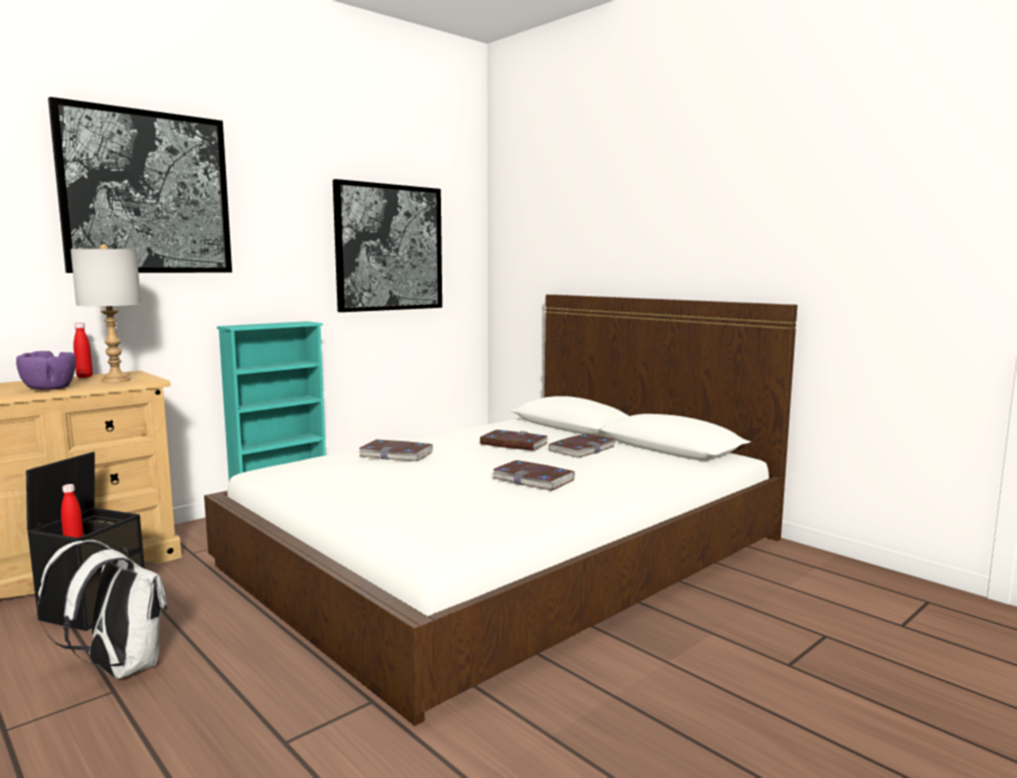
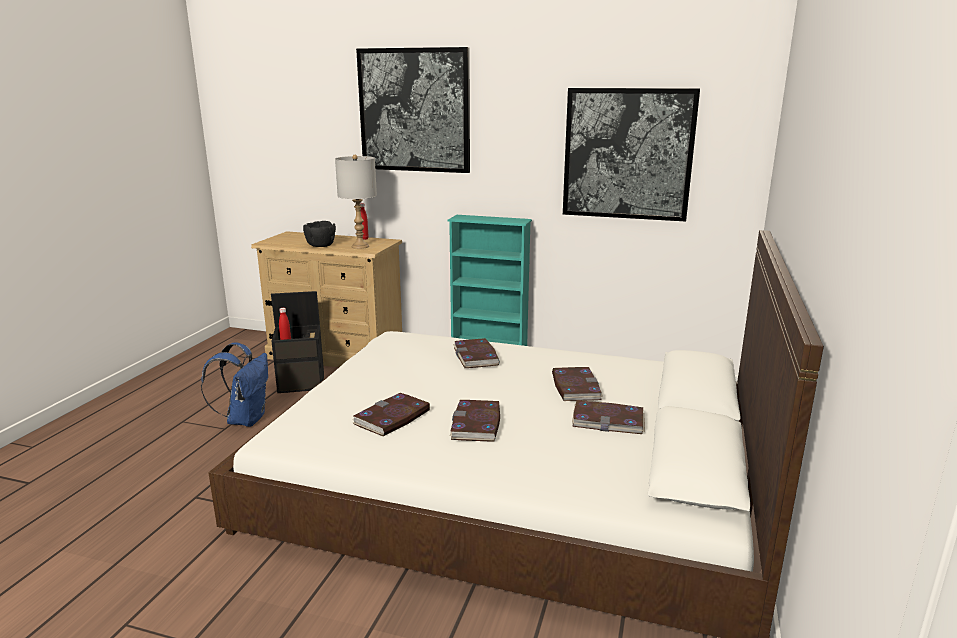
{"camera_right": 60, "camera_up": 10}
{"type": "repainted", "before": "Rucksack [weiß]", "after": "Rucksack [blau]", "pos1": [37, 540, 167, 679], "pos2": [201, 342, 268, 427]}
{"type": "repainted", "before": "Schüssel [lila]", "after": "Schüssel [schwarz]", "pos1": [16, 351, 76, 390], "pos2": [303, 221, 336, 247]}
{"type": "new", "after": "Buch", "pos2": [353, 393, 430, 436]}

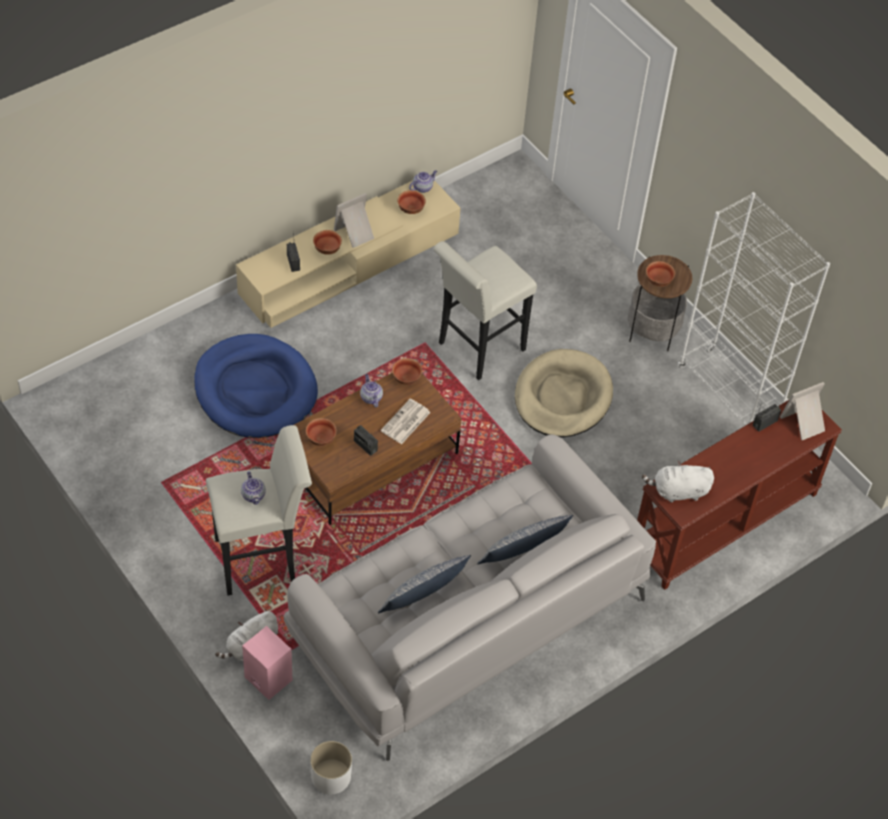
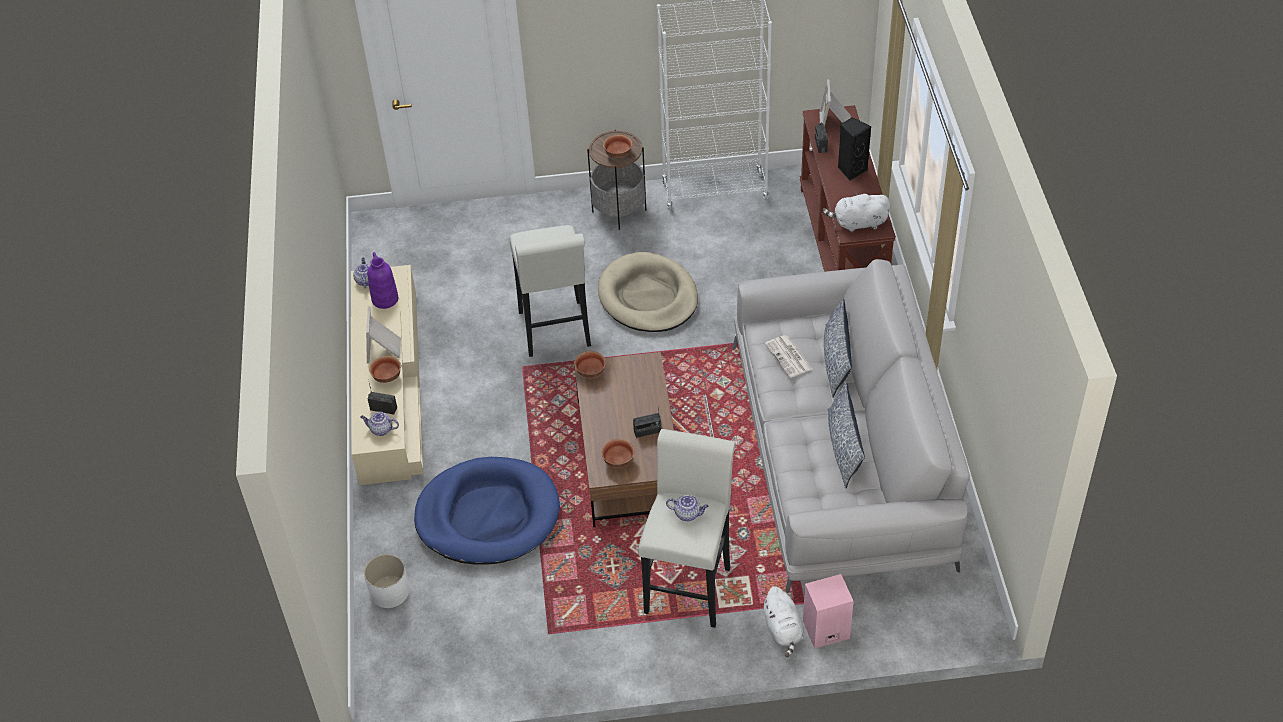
{"camera_right": -55, "camera_up": -5}
{"type": "shifted", "before": "Teekanne", "pos1": [360, 374, 383, 407], "pos2": [360, 412, 399, 436]}
{"type": "shifted", "before": "Pflanzkübel [weiß]", "pos1": [310, 741, 352, 795], "pos2": [364, 554, 409, 608]}
{"type": "swapped", "before": "Schüssel", "after": "Vase [lila]", "pos1": [397, 190, 426, 214], "pos2": [367, 252, 398, 309]}
{"type": "shifted", "before": "Zeitung", "pos1": [381, 399, 431, 444], "pos2": [765, 335, 812, 378]}
{"type": "rotated", "before": "Plüschtier [weiß]", "pos1": [642, 460, 714, 503], "pos2": [822, 191, 890, 233], "turn": 60}
{"type": "new", "after": "Lautsprecher [schwarz]", "pos2": [838, 117, 871, 181]}

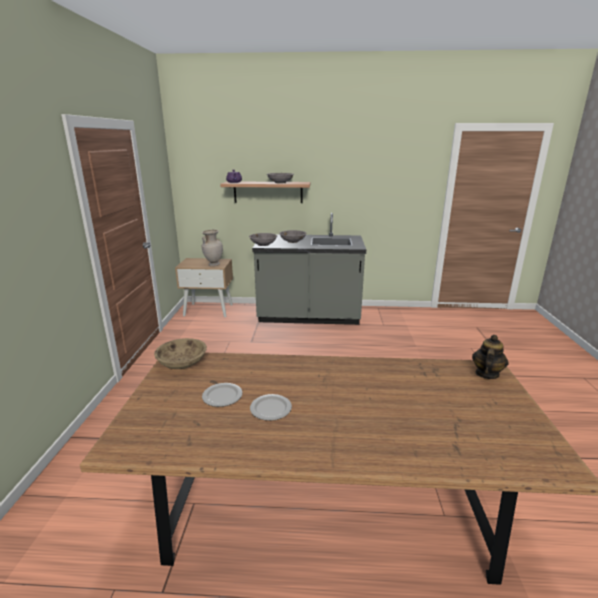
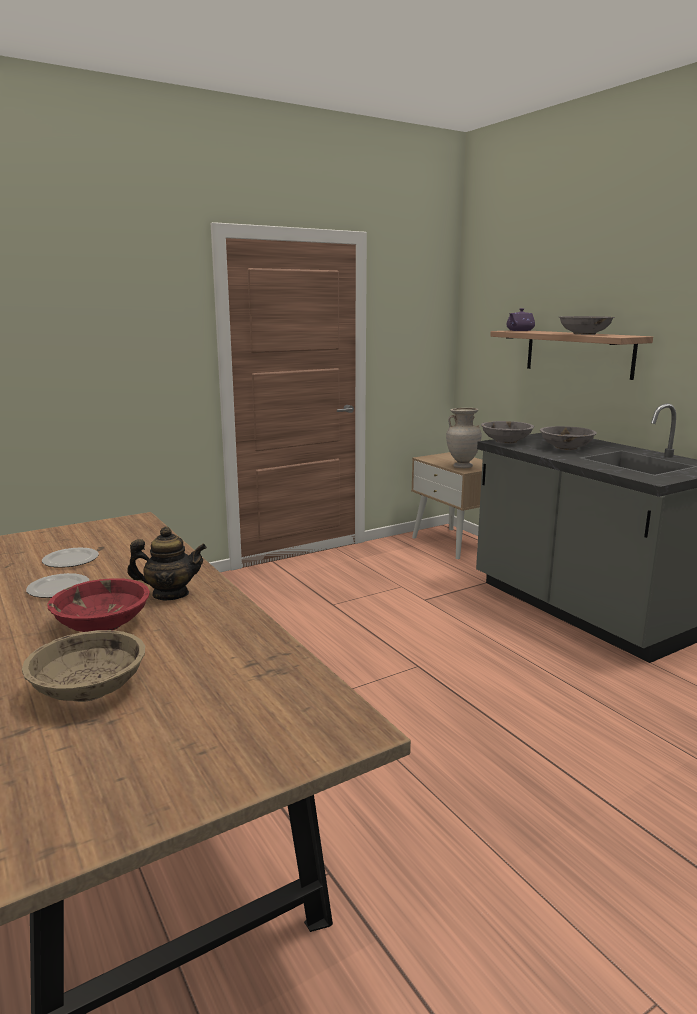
{"camera_right": 55, "camera_up": -5}
{"type": "shifted", "before": "Schüssel [beige]", "pos1": [154, 338, 207, 369], "pos2": [22, 630, 145, 702]}
{"type": "new", "after": "Schüssel [rot]", "pos2": [47, 578, 150, 632]}
{"type": "shifted", "before": "Teekanne", "pos1": [472, 335, 509, 379], "pos2": [127, 526, 207, 600]}

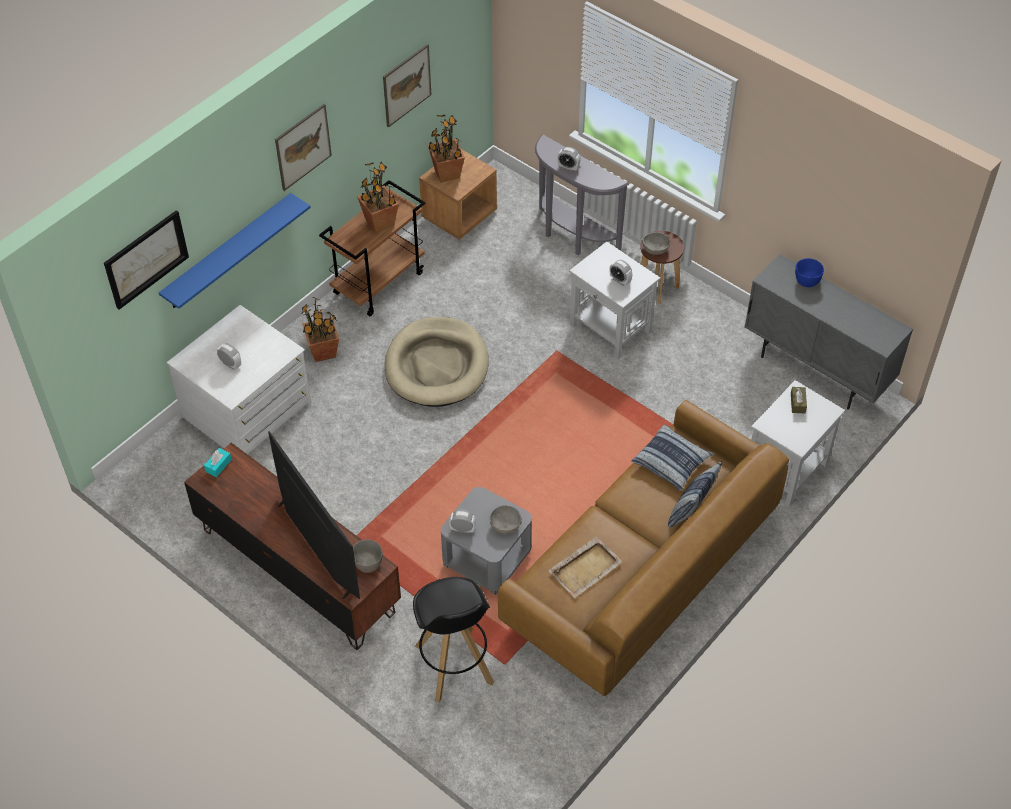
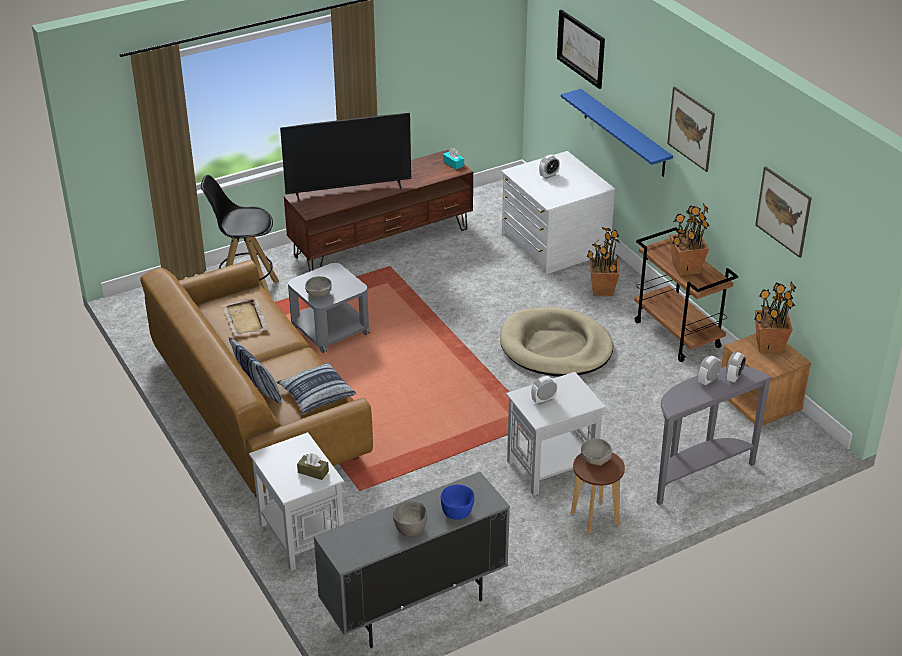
{"camera_right": 110, "camera_up": -15}
{"type": "shifted", "before": "Schüssel [grau]", "pos1": [353, 540, 383, 573], "pos2": [393, 501, 427, 537]}
{"type": "shifted", "before": "Wecker", "pos1": [449, 509, 476, 534], "pos2": [726, 352, 746, 383]}

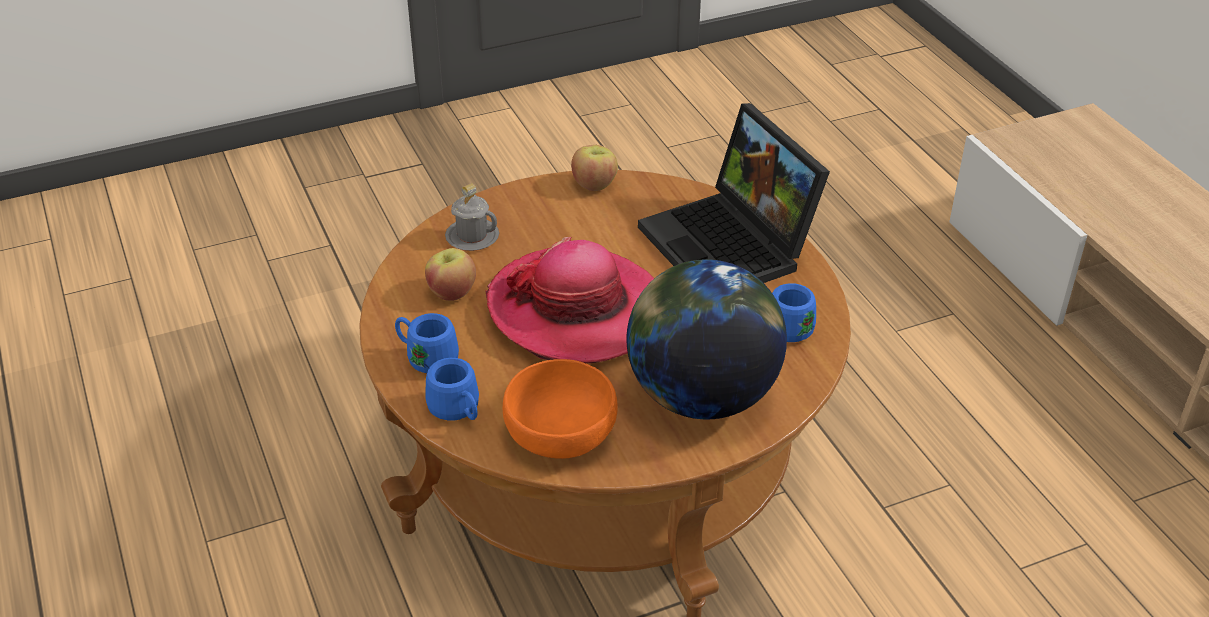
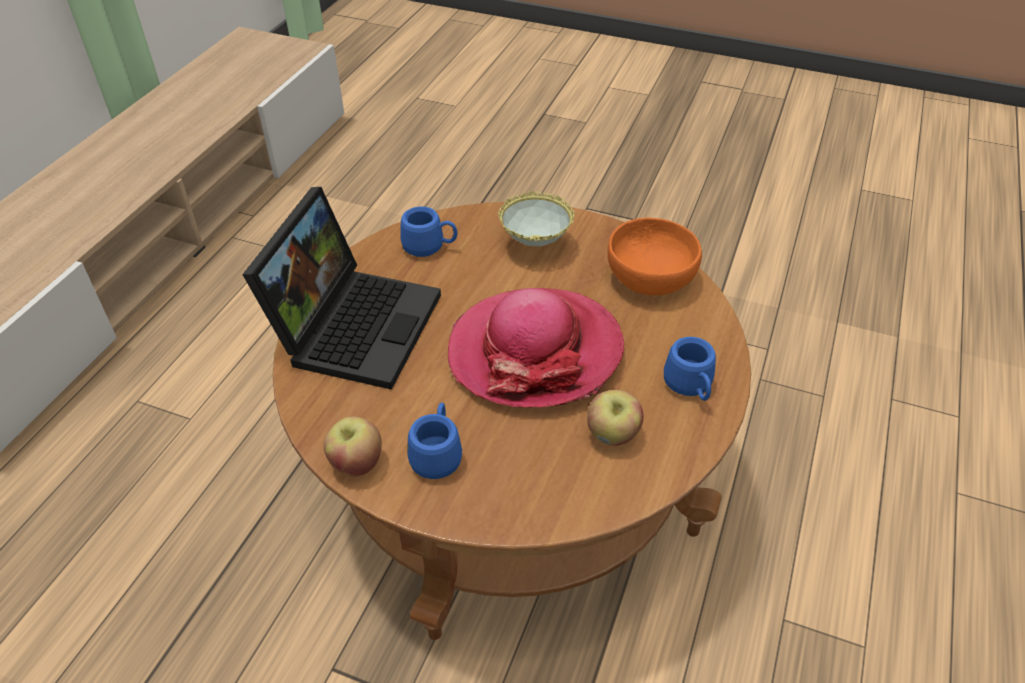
{"camera_right": -135, "camera_up": 5}
{"type": "shifted", "before": "Henkelbecher [blau]", "pos1": [425, 358, 479, 421], "pos2": [408, 403, 462, 479]}
{"type": "swapped", "before": "Globus", "after": "Schüssel", "pos1": [626, 259, 787, 419], "pos2": [498, 191, 574, 246]}
{"type": "gone", "before": "Henkelbecher [grau]", "pos1": [445, 183, 499, 251]}

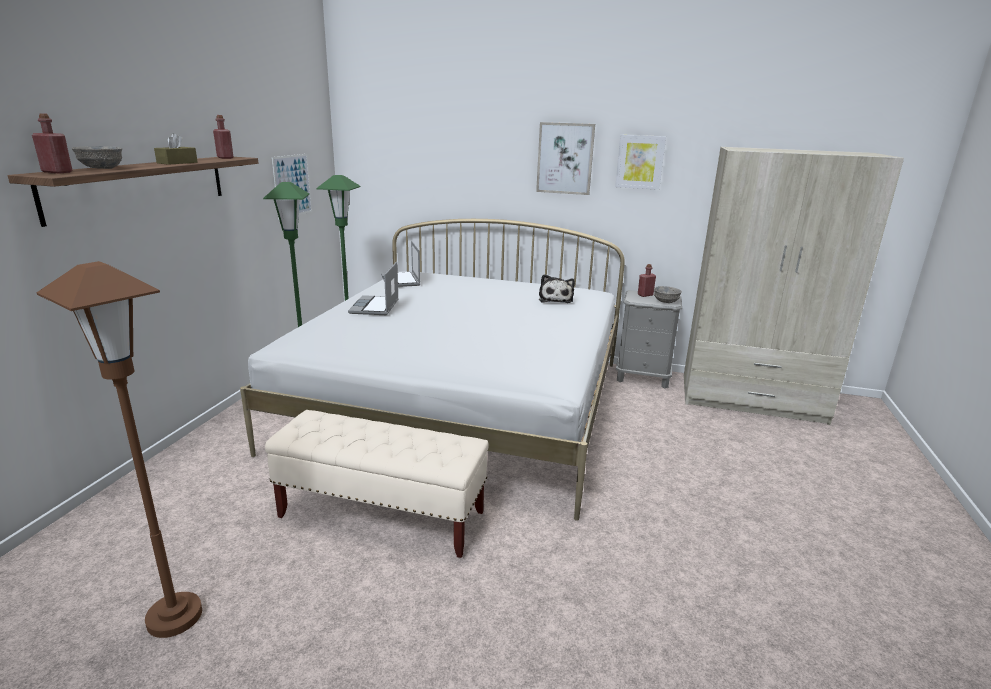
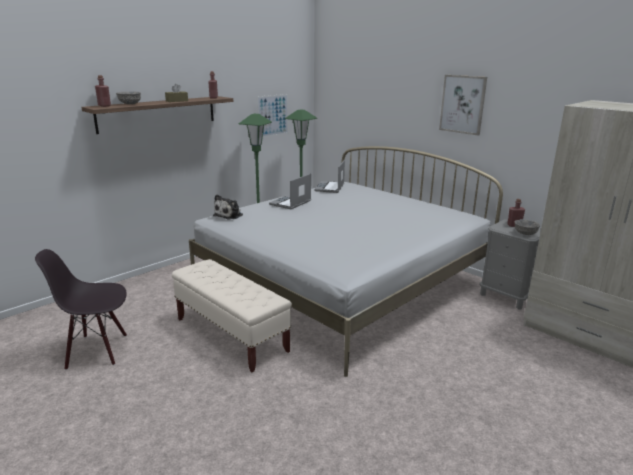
{"camera_right": 30, "camera_up": 0}
{"type": "swapped", "before": "Stehlampe [braun]", "after": "Stuhl [schwarz]", "pos1": [36, 261, 202, 638], "pos2": [35, 249, 127, 370]}
{"type": "shifted", "before": "Plüschtier", "pos1": [539, 274, 575, 303], "pos2": [213, 194, 243, 220]}
{"type": "gone", "before": "Bild", "pos1": [615, 135, 666, 190]}

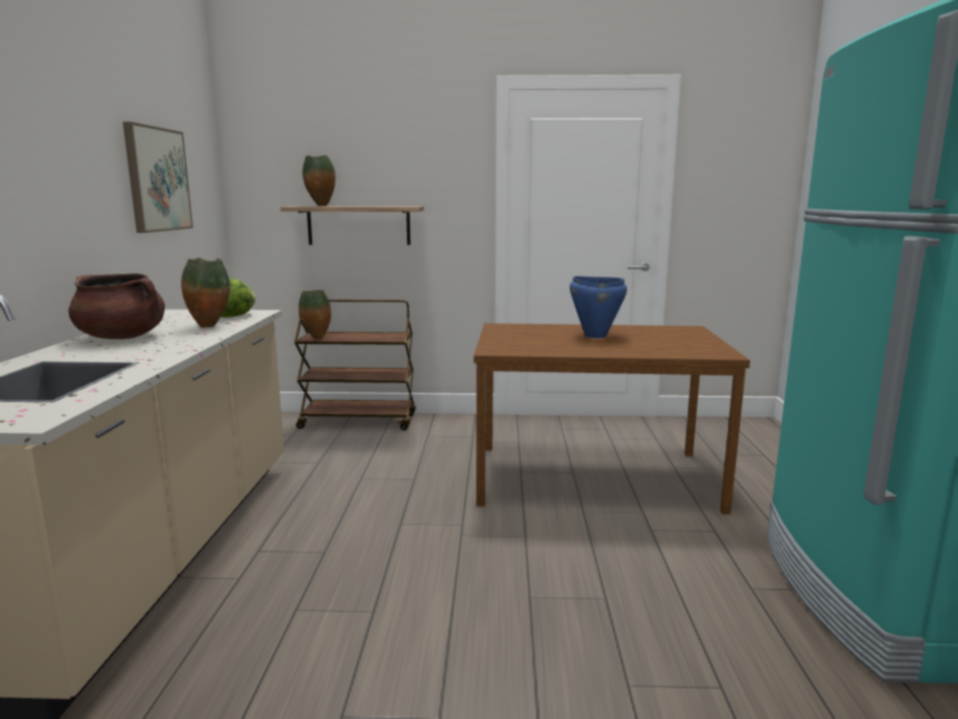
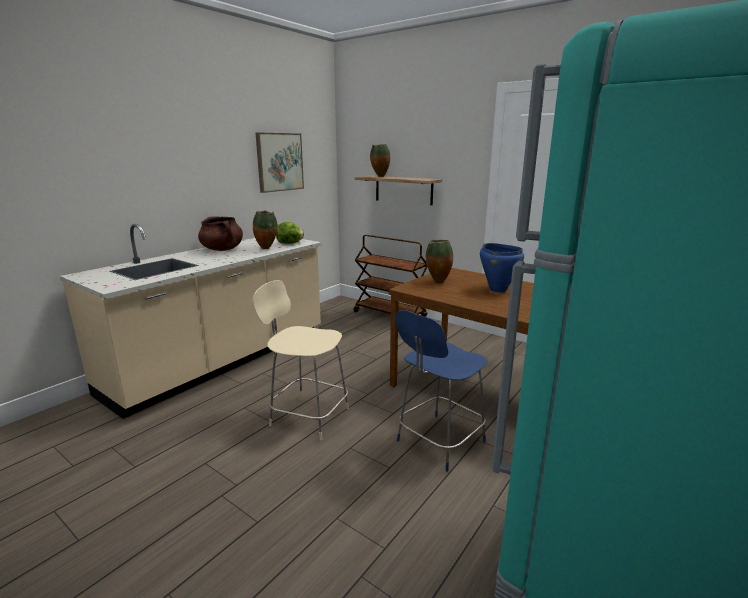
{"camera_right": 35, "camera_up": 5}
{"type": "new", "after": "Stuhl [beige]", "pos2": [253, 280, 349, 440]}
{"type": "new", "after": "Stuhl [blau]", "pos2": [395, 310, 488, 472]}
{"type": "shifted", "before": "Vase", "pos1": [299, 290, 331, 339], "pos2": [426, 240, 453, 283]}

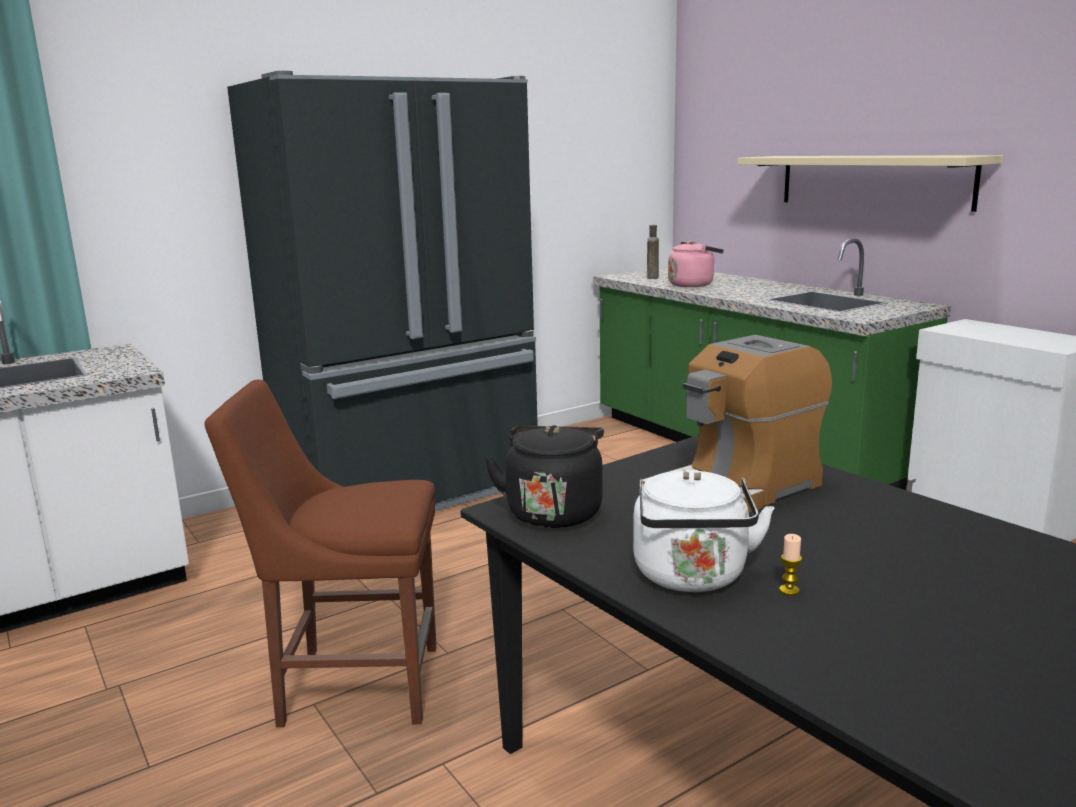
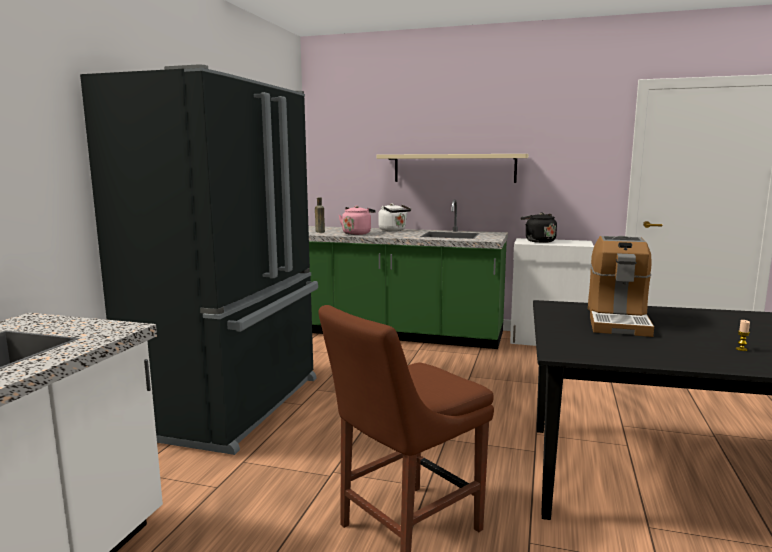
{"camera_right": -40, "camera_up": -5}
{"type": "shifted", "before": "Wasserkessel [weiß]", "pos1": [633, 470, 774, 592], "pos2": [378, 203, 411, 231]}
{"type": "shifted", "before": "Wasserkessel [schwarz]", "pos1": [484, 425, 604, 528], "pos2": [520, 212, 557, 243]}

